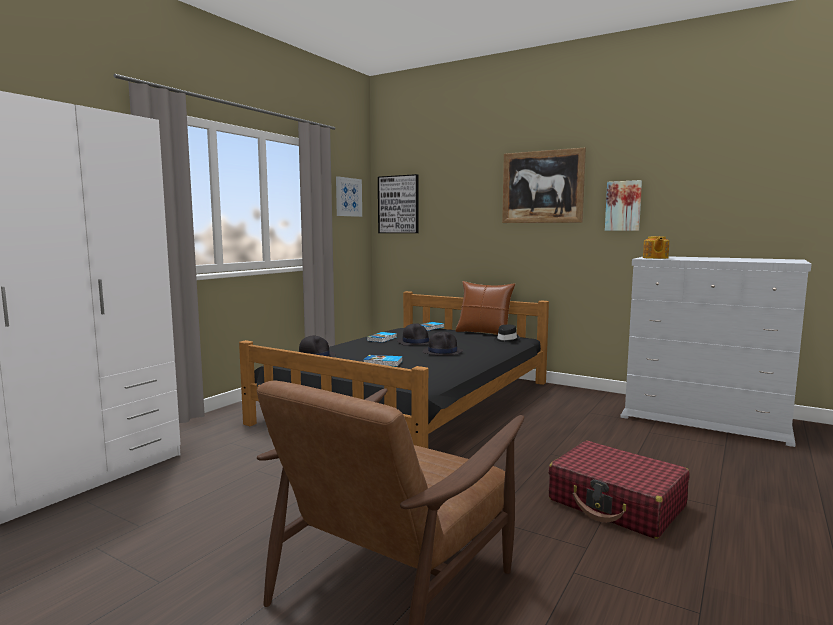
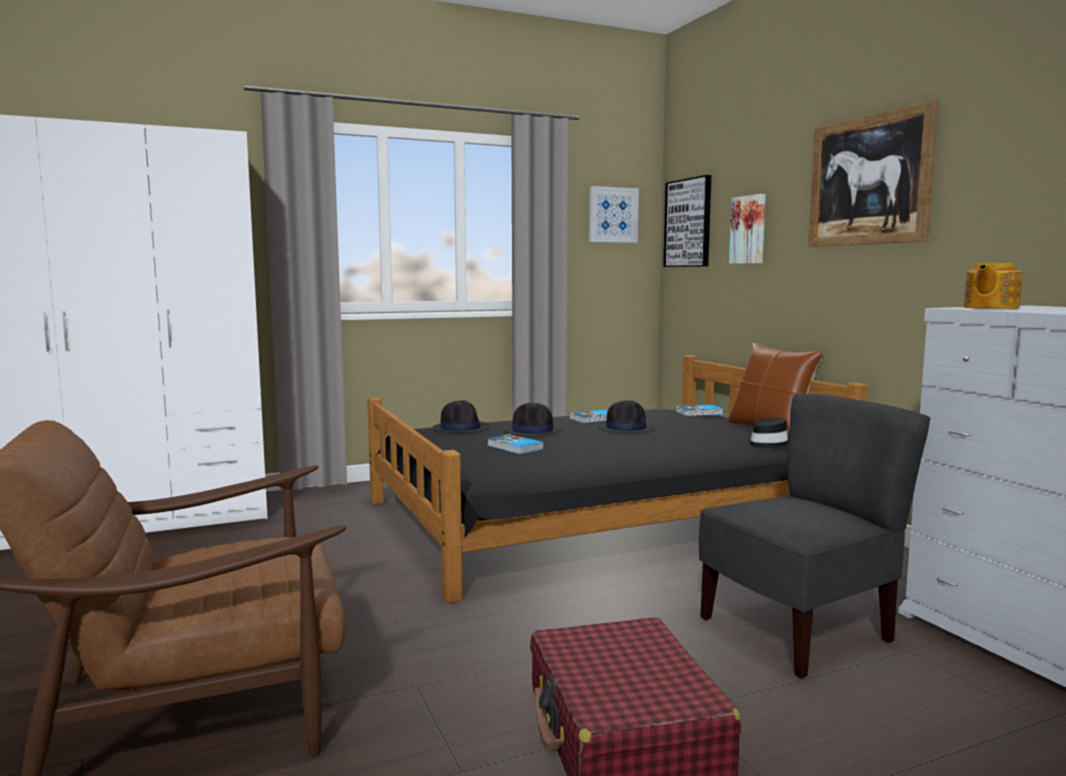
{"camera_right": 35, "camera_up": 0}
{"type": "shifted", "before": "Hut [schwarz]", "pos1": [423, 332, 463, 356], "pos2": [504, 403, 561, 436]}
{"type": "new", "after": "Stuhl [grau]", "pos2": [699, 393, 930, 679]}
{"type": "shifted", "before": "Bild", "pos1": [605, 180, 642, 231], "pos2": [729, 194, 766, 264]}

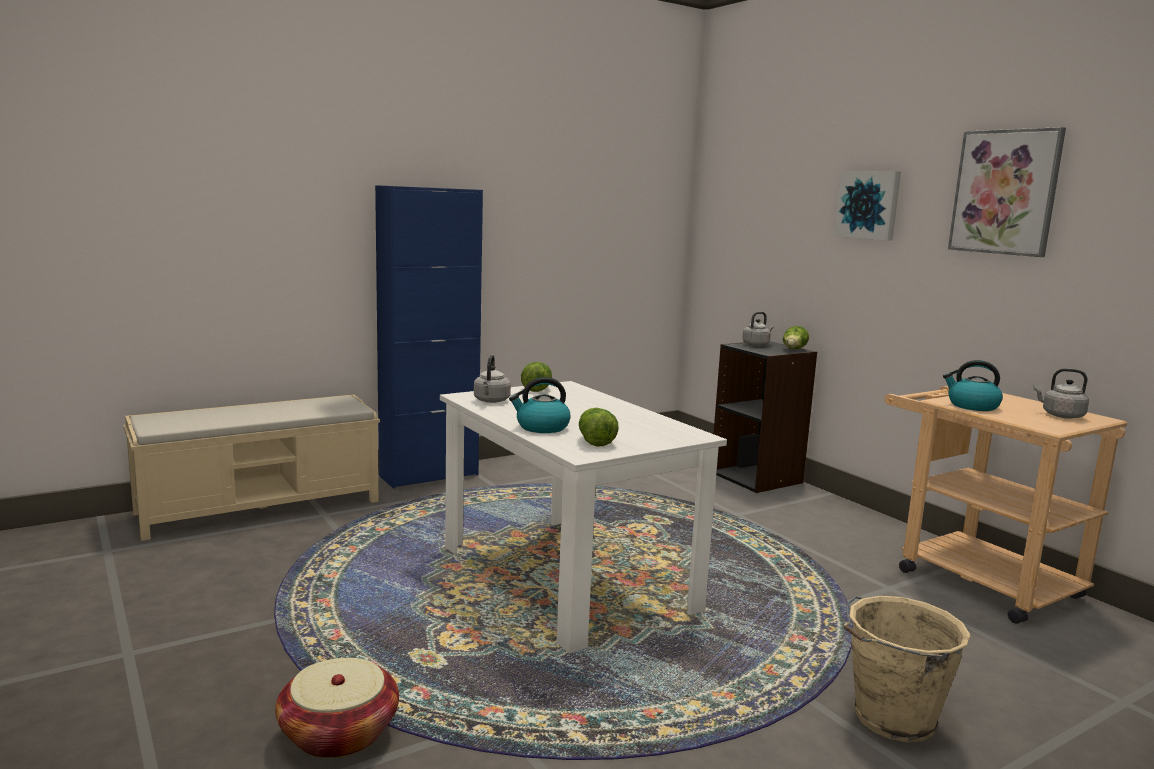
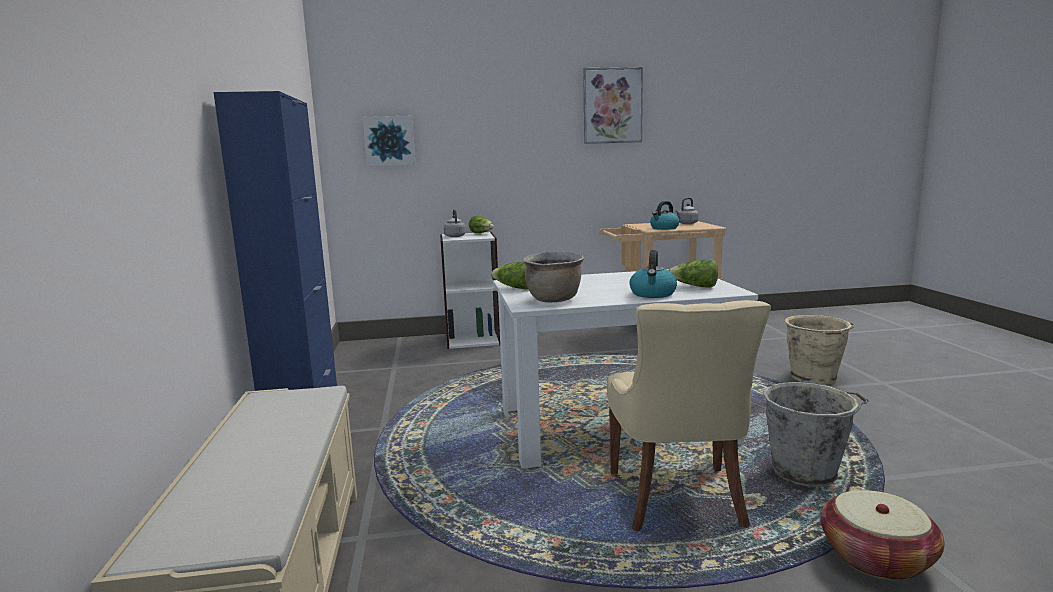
{"camera_right": -65, "camera_up": 0}
{"type": "shifted", "before": "Bild", "pos1": [834, 171, 901, 241], "pos2": [363, 116, 416, 166]}
{"type": "repainted", "before": "Bücherregal [schwarz]", "after": "Bücherregal [weiß]", "pos1": [713, 341, 817, 493], "pos2": [440, 232, 500, 349]}
{"type": "swapped", "before": "Wasserkessel [grau]", "after": "Kochtopf [braun]", "pos1": [474, 355, 511, 403], "pos2": [523, 251, 584, 302]}
{"type": "new", "after": "Stuhl [beige]", "pos2": [607, 300, 771, 531]}
{"type": "new", "after": "Eimer [grau]", "pos2": [763, 381, 868, 487]}

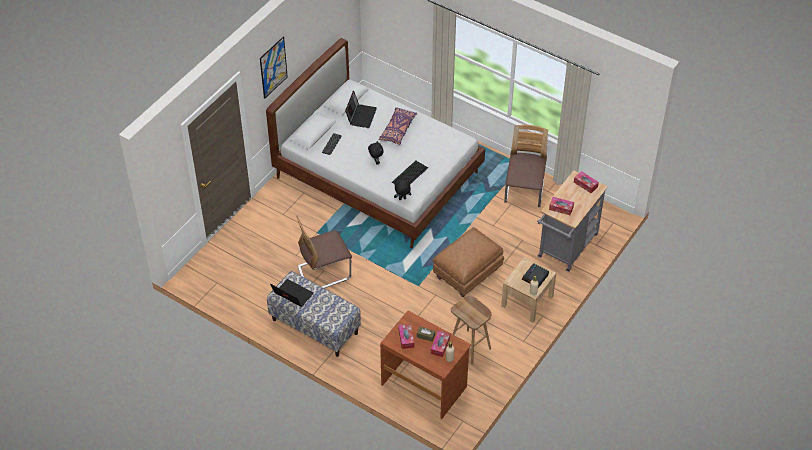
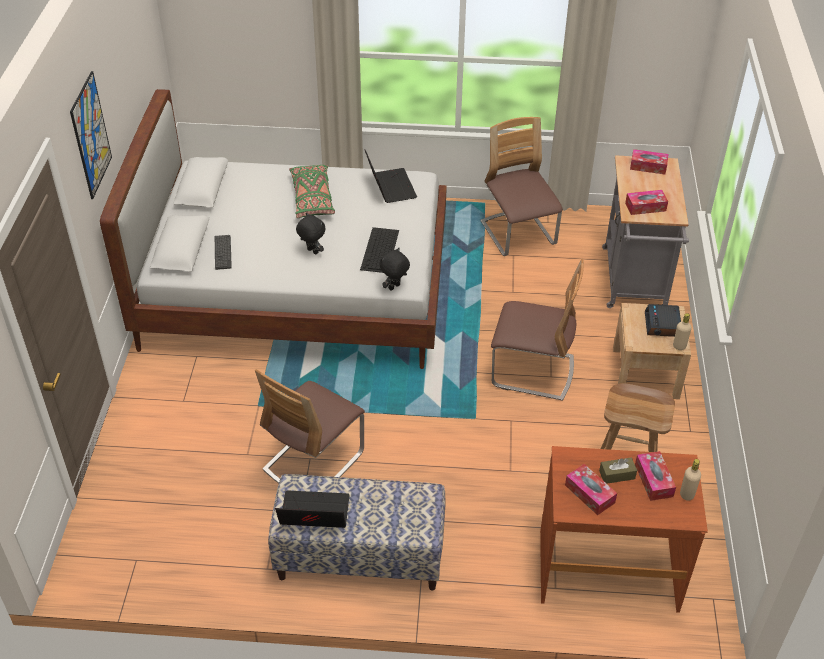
{"camera_right": -30, "camera_up": -5}
{"type": "repainted", "before": "Kissen [lila]", "after": "Kissen [grün]", "pos1": [379, 107, 417, 145], "pos2": [289, 165, 335, 218]}
{"type": "shifted", "before": "Laptop", "pos1": [345, 90, 377, 128], "pos2": [365, 150, 417, 203]}
{"type": "swapped", "before": "Polsterhocker [braun]", "after": "Stuhl", "pos1": [433, 227, 504, 297], "pos2": [491, 259, 584, 401]}

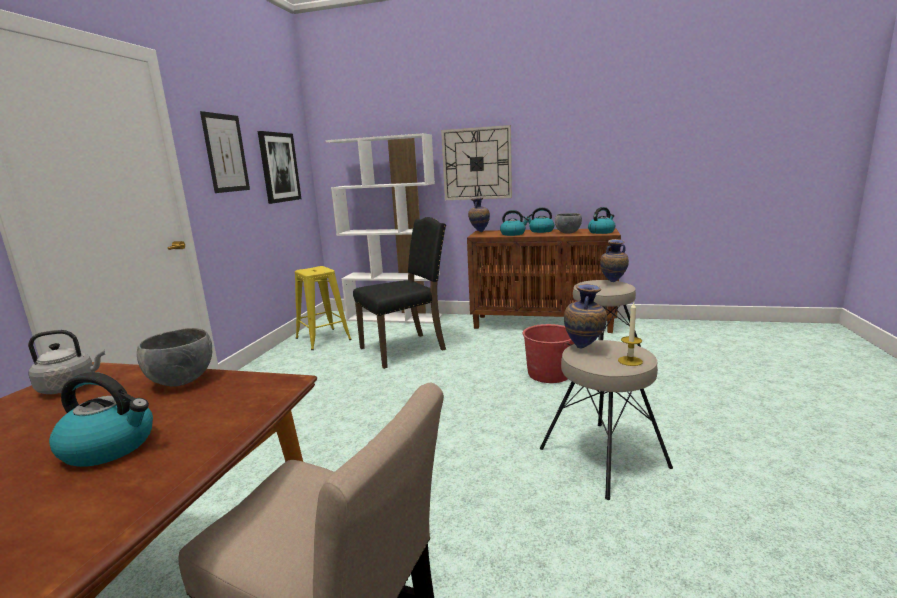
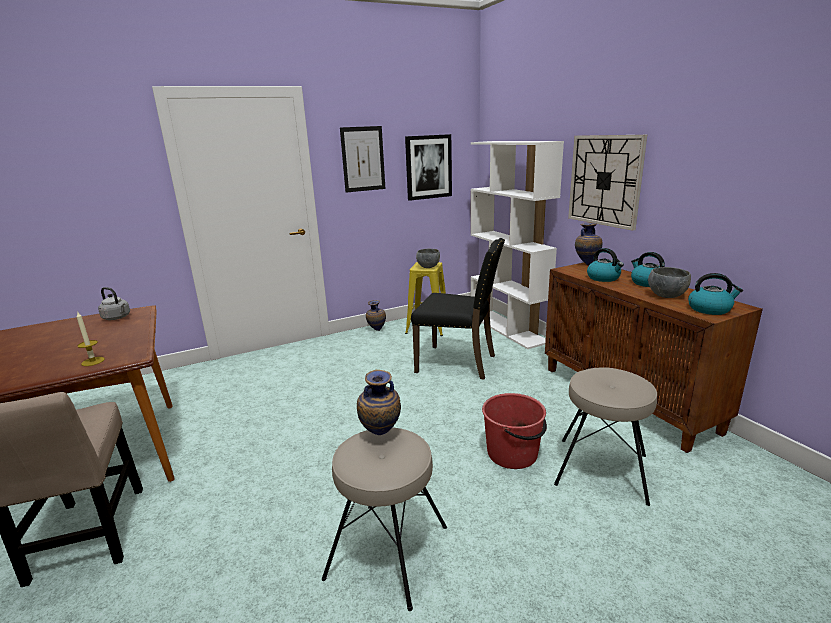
{"camera_right": 50, "camera_up": 5}
{"type": "shifted", "before": "Kerze", "pos1": [618, 302, 643, 366], "pos2": [76, 311, 105, 366]}
{"type": "shifted", "before": "Vase", "pos1": [600, 239, 629, 282], "pos2": [366, 300, 386, 331]}
{"type": "shifted", "before": "Schüssel [grau]", "pos1": [137, 328, 212, 387], "pos2": [416, 249, 440, 268]}
{"type": "gone", "before": "Wasserkessel", "pos1": [49, 372, 153, 467]}

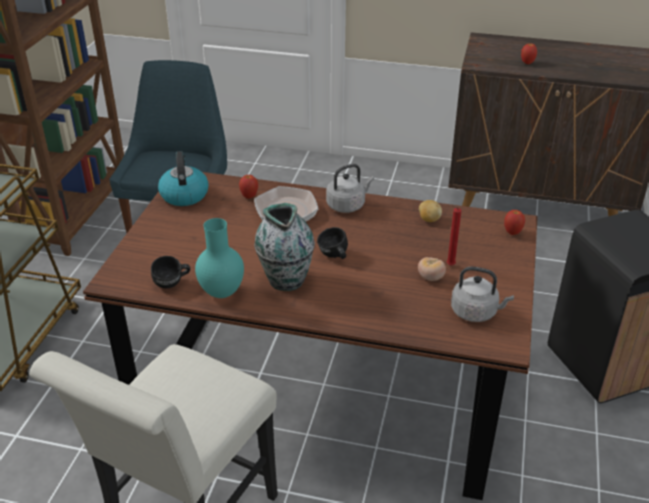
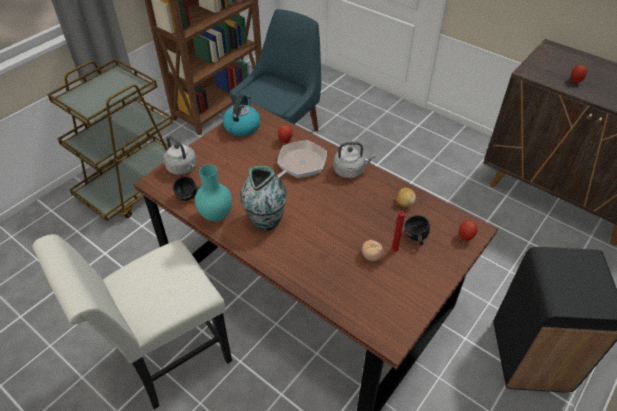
{"camera_right": 25, "camera_up": 10}
{"type": "shifted", "before": "Wasserkessel [grau]", "pos1": [451, 267, 514, 322], "pos2": [164, 136, 197, 175]}
{"type": "shifted", "before": "Henkelbecher [schwarz]", "pos1": [317, 227, 348, 259], "pos2": [405, 215, 430, 245]}

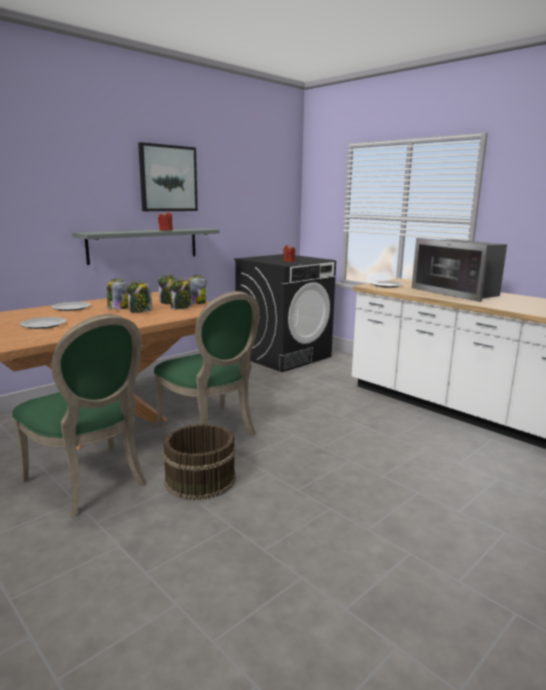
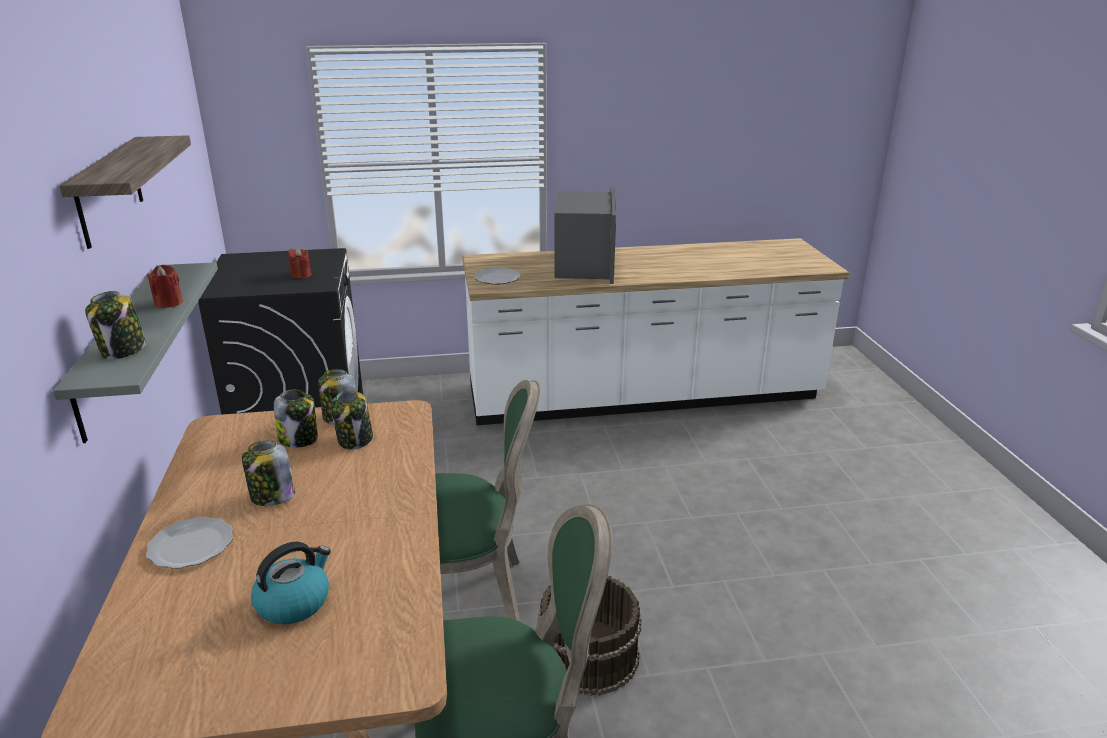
{"camera_right": -55, "camera_up": 10}
{"type": "swapped", "before": "Bild", "after": "Wandregal", "pos1": [138, 142, 198, 211], "pos2": [59, 135, 191, 249]}
{"type": "shifted", "before": "Vorratsglas", "pos1": [127, 281, 153, 313], "pos2": [85, 291, 147, 360]}
{"type": "swapped", "before": "Teller", "after": "Wasserkessel", "pos1": [19, 317, 66, 329], "pos2": [251, 541, 331, 625]}
{"type": "rotated", "before": "Mikrowelle", "pos1": [412, 238, 507, 302], "pos2": [555, 187, 616, 284], "turn": -90}

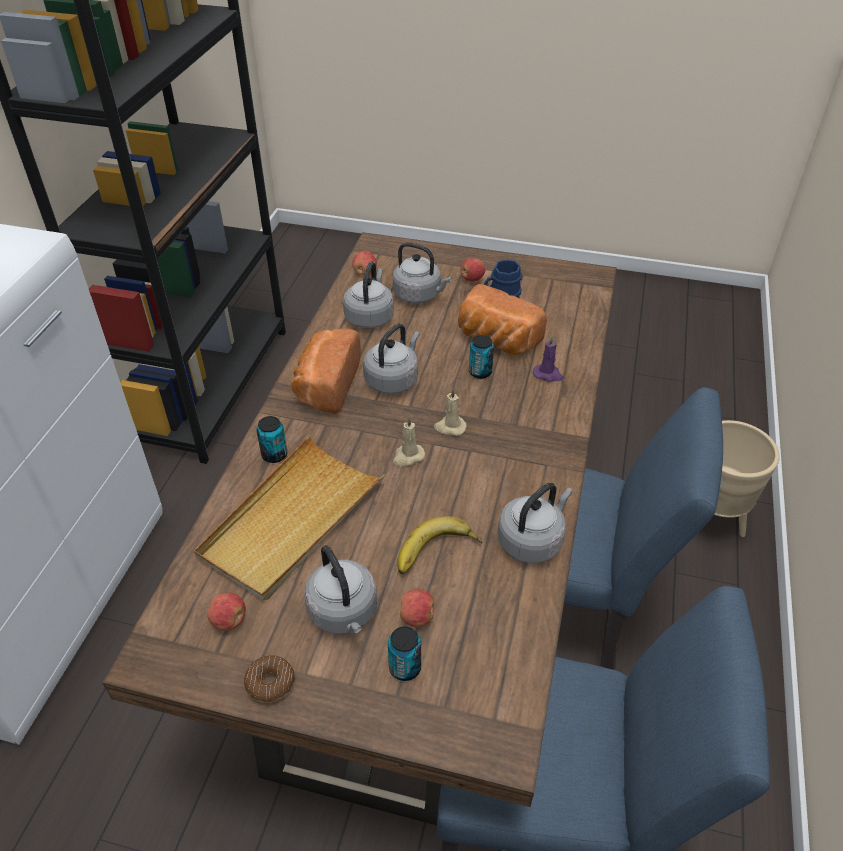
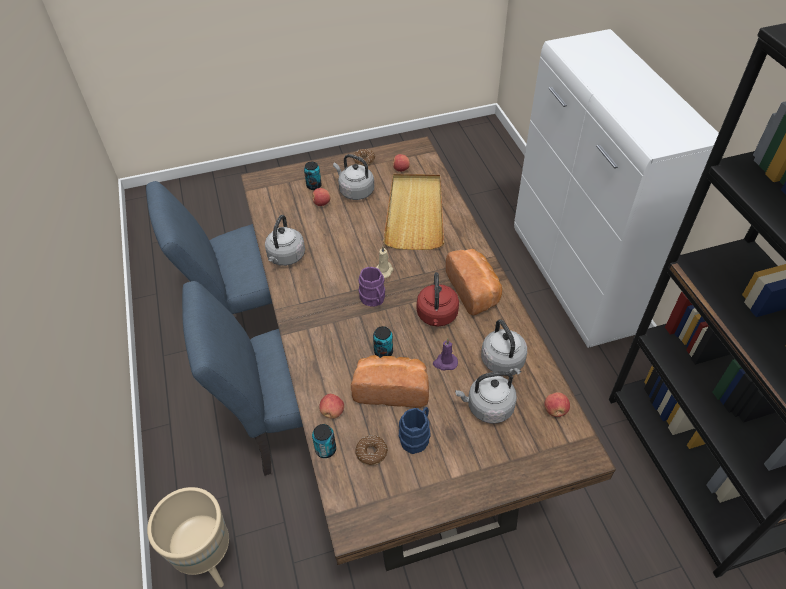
{"camera_right": 150, "camera_up": 5}
{"type": "shifted", "before": "Dose", "pos1": [257, 416, 287, 463], "pos2": [312, 424, 336, 458]}
{"type": "shifted", "before": "Apfel", "pos1": [460, 258, 485, 282], "pos2": [319, 394, 344, 419]}
{"type": "new", "after": "Donut", "pos2": [355, 435, 388, 465]}
{"type": "swapped", "before": "Kerze [beige]", "after": "Henkelbecher [lila]", "pos1": [434, 388, 467, 436], "pos2": [358, 267, 385, 307]}
{"type": "repainted", "before": "Wasserkessel [grau]", "after": "Wasserkessel [rot]", "pos1": [363, 324, 420, 394], "pos2": [417, 272, 459, 326]}
{"type": "shifted", "before": "Kerze [lila]", "pos1": [533, 335, 563, 382], "pos2": [433, 339, 458, 370]}
{"type": "gone", "before": "Banane", "pos1": [397, 516, 482, 574]}

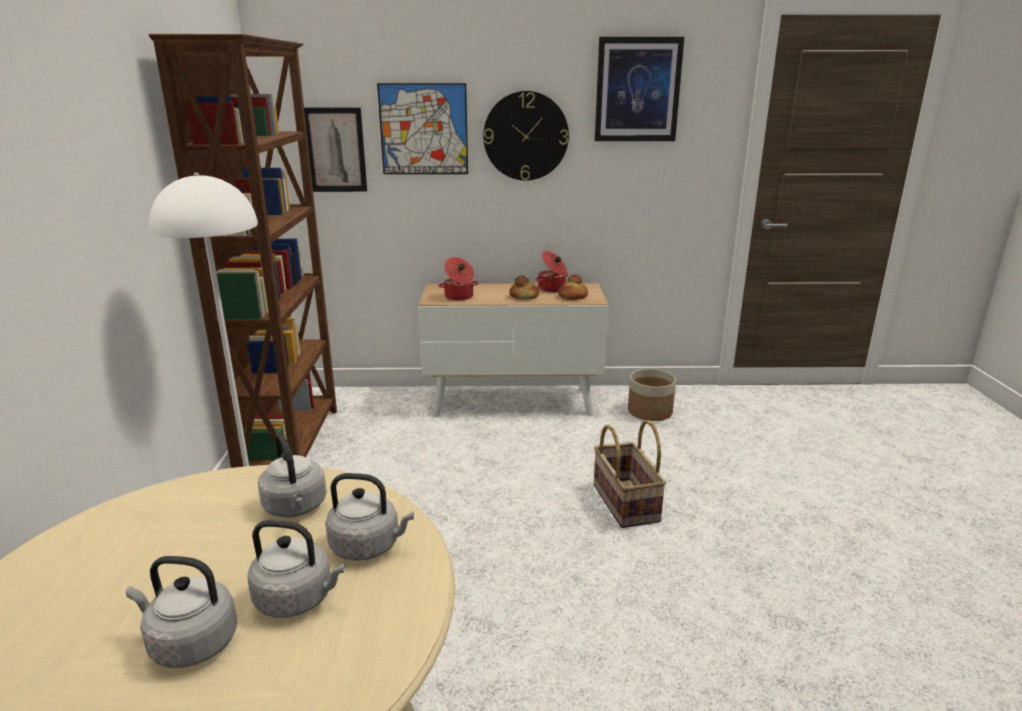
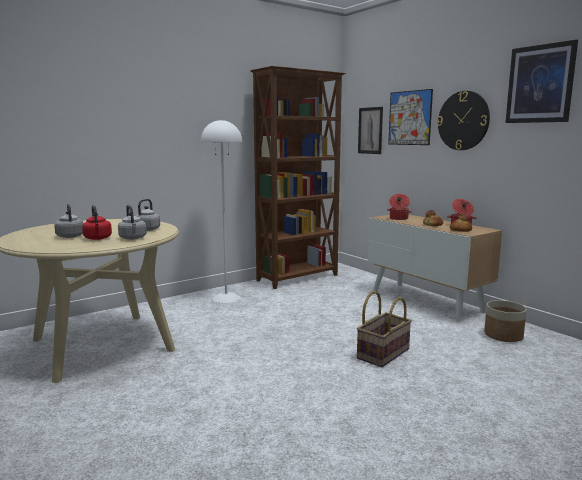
{"camera_right": 55, "camera_up": -10}
{"type": "repainted", "before": "Wasserkessel [grau]", "after": "Wasserkessel [rot]", "pos1": [248, 520, 345, 618], "pos2": [82, 205, 112, 240]}

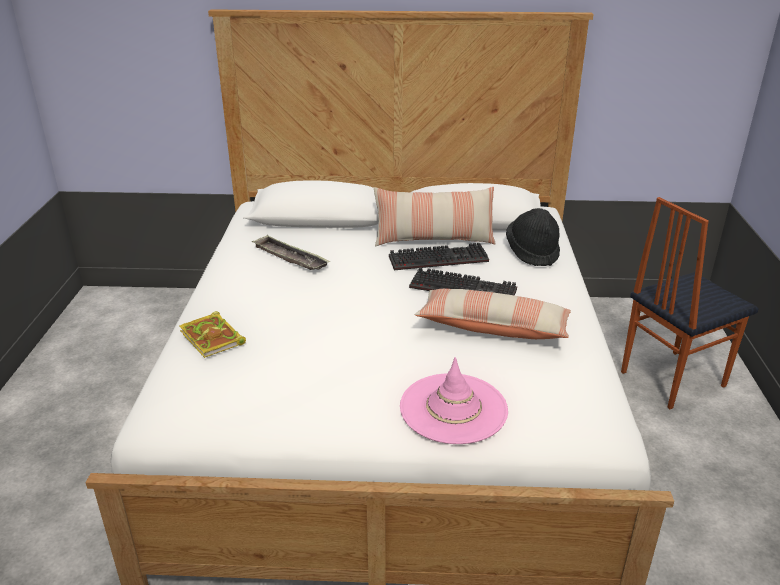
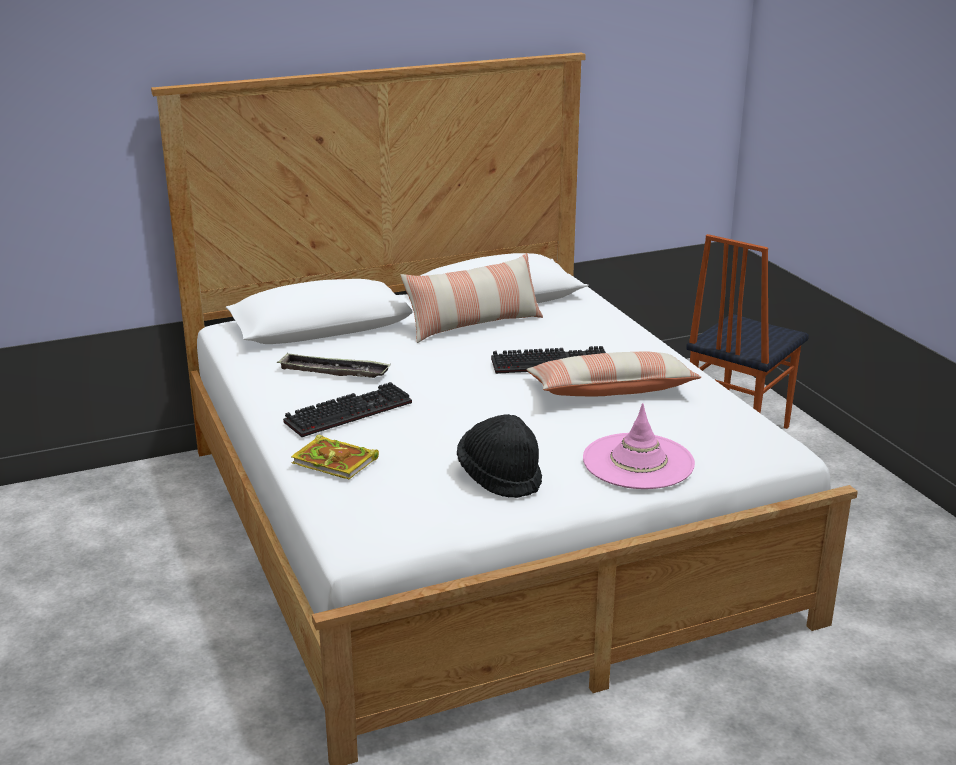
{"camera_right": -25, "camera_up": -5}
{"type": "shifted", "before": "Tastatur", "pos1": [389, 243, 489, 271], "pos2": [283, 382, 412, 437]}
{"type": "shifted", "before": "Hut [schwarz]", "pos1": [506, 208, 560, 266], "pos2": [457, 414, 542, 498]}

